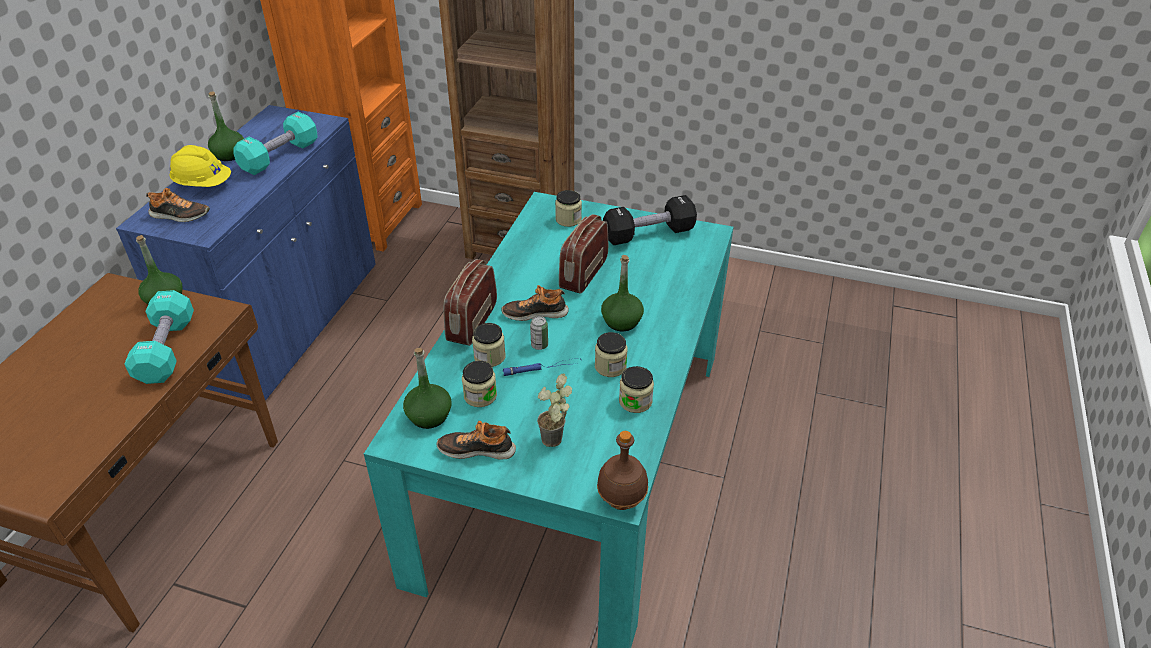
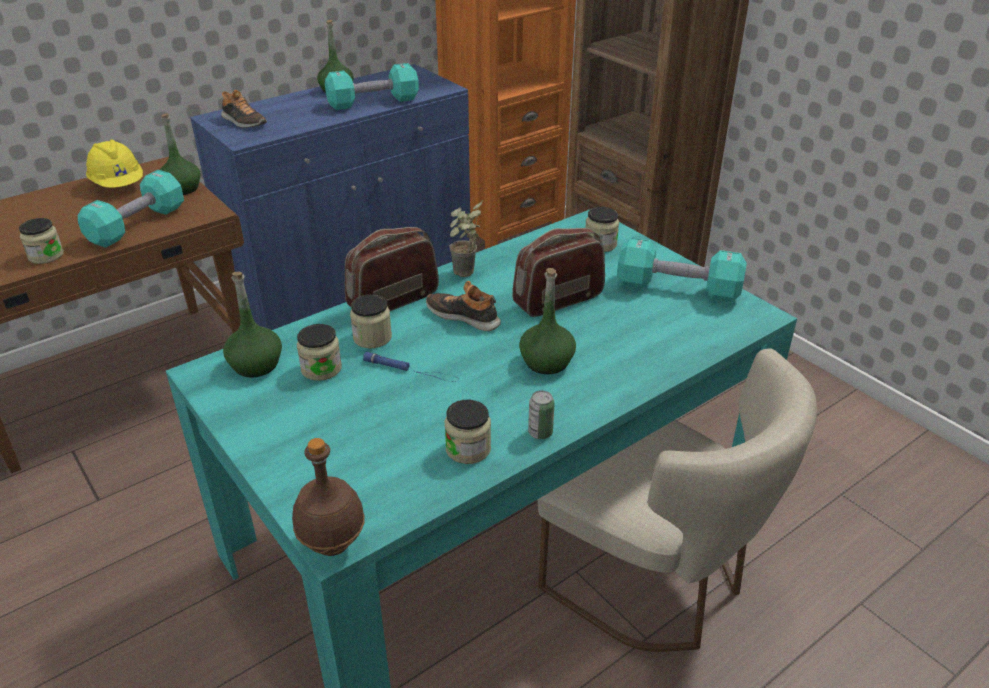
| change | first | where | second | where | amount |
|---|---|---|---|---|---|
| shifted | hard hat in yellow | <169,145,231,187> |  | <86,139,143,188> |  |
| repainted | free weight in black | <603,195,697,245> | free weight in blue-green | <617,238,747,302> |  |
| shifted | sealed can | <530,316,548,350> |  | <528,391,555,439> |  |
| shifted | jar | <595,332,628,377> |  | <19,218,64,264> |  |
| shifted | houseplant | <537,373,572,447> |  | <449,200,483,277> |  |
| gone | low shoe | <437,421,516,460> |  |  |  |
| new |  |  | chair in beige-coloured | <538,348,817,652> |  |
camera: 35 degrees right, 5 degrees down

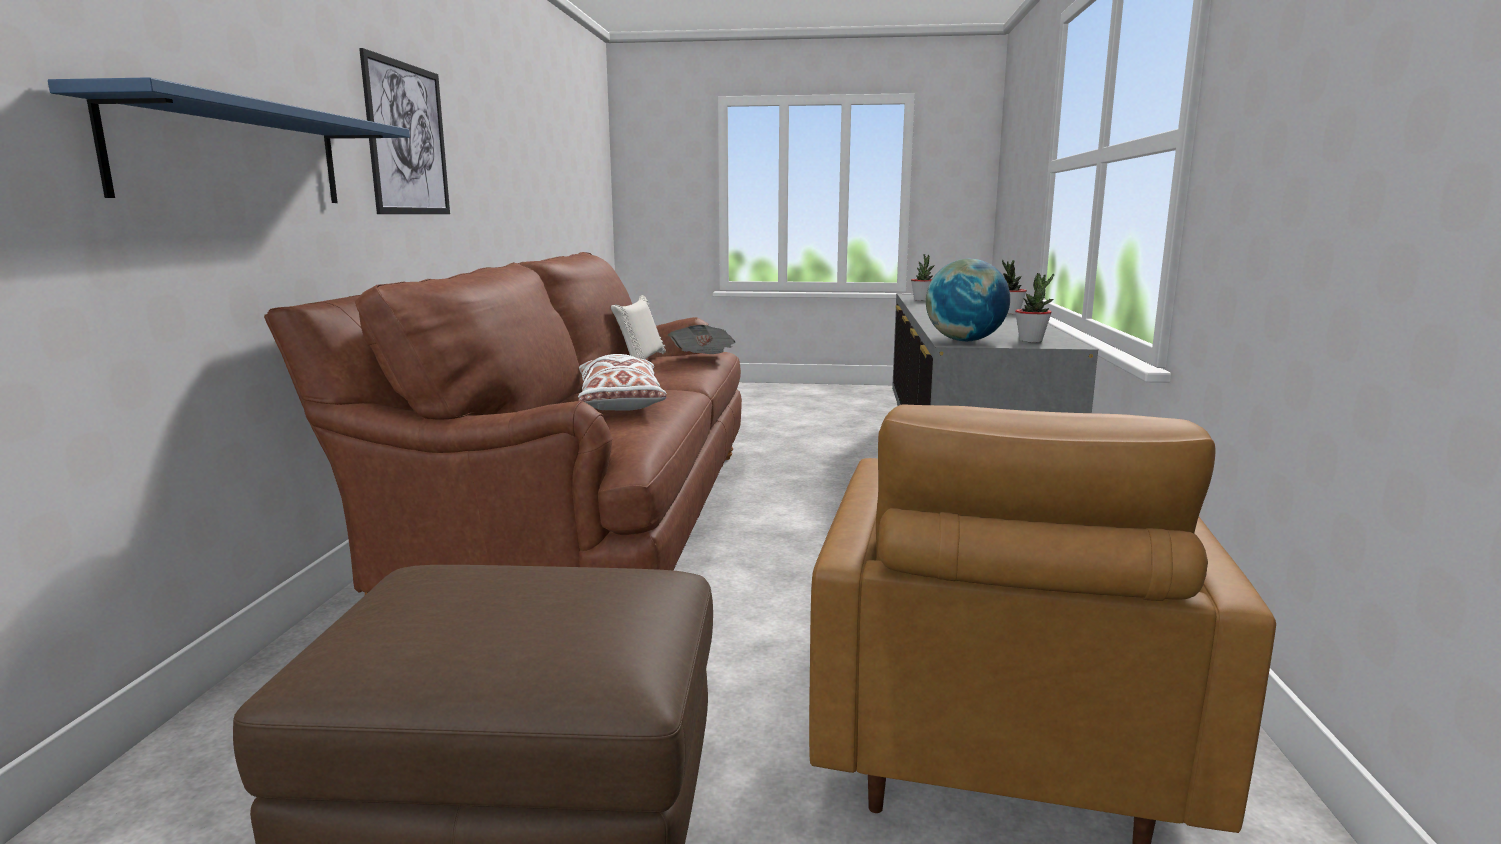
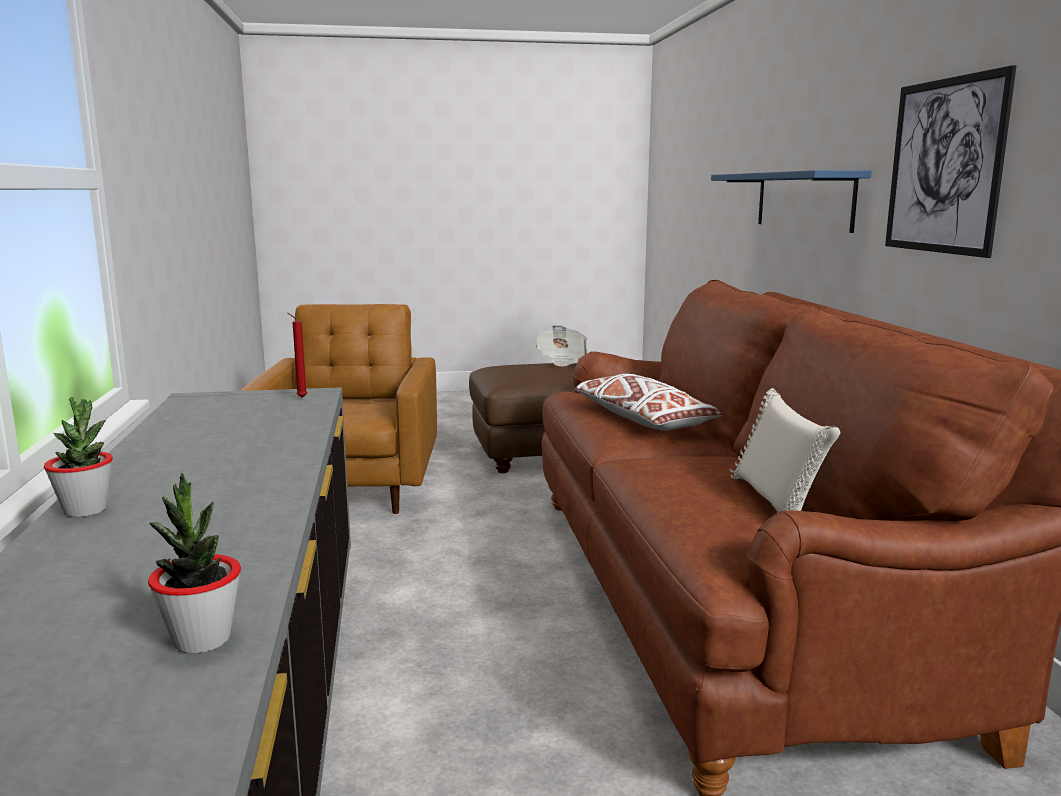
| change | first | where | second | where | amount |
|---|---|---|---|---|---|
| swapped | world globe | <926,259,1010,341> | wax candle in reddish | <287,313,307,398> |  |
| gone | houseplant | <1015,273,1054,342> |  |  |  |
| shifted | printed paper | <668,325,735,354> |  | <536,325,588,366> |  |
camera: 165 degrees right, 0 degrees up

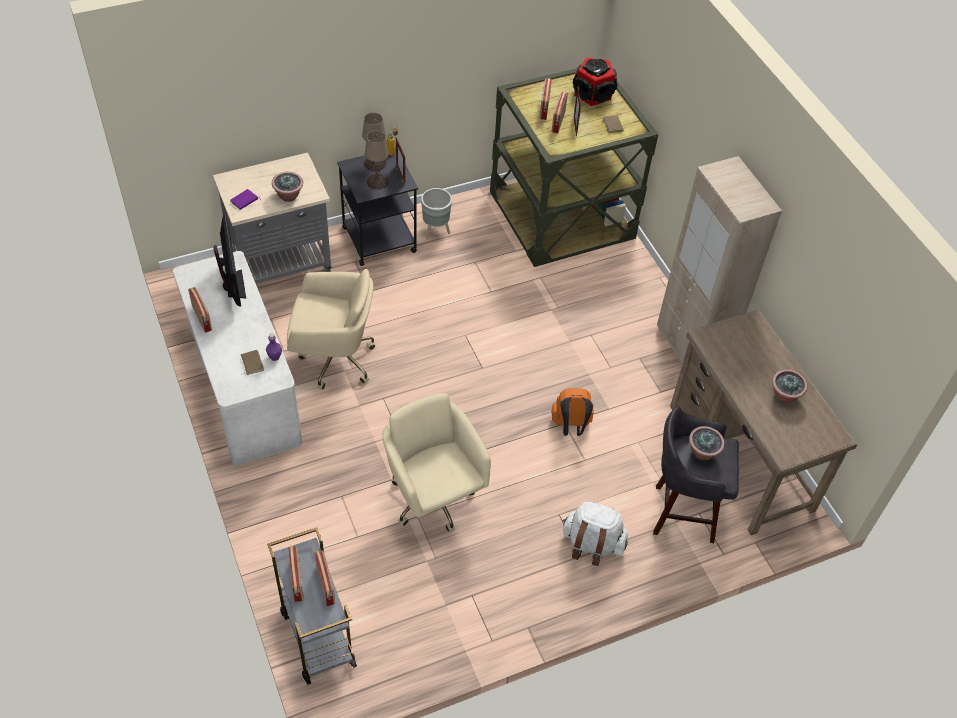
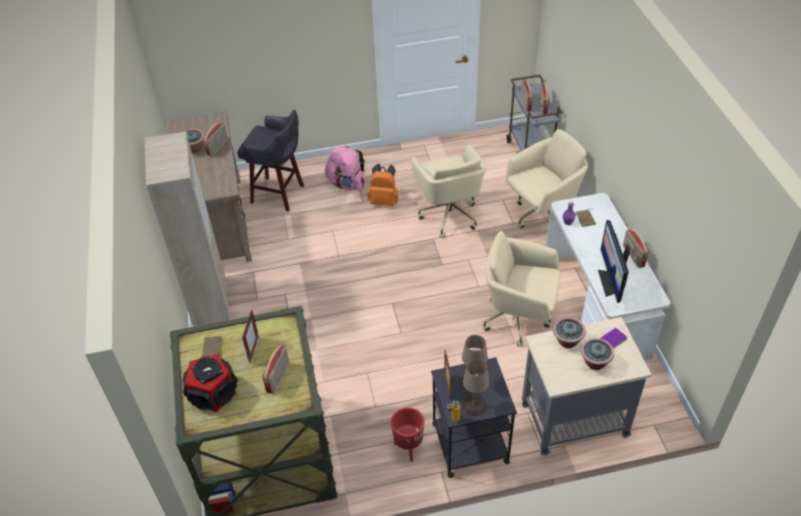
| change | first | where | second | where | amount |
|---|---|---|---|---|---|
| shifted | radio | <552,92,568,133> |  | <203,122,228,156> |  |
| repainted | flower pot in gray | <421,188,452,240> | flower pot in reddish | <391,407,425,462> |  |
| shifted | rucksack in orange-coloured | <551,388,594,436> |  | <367,164,399,206> |  |
| shifted | houseplant | <689,426,725,460> |  | <581,338,614,370> |  |
| repainted | rucksack in whitish | <563,502,628,566> | rucksack in pinkish | <325,146,365,190> |  |
| new |  |  | office chair in beige-coloured | <505,129,588,229> |  |
camera: 165 degrees left, 5 degrees down

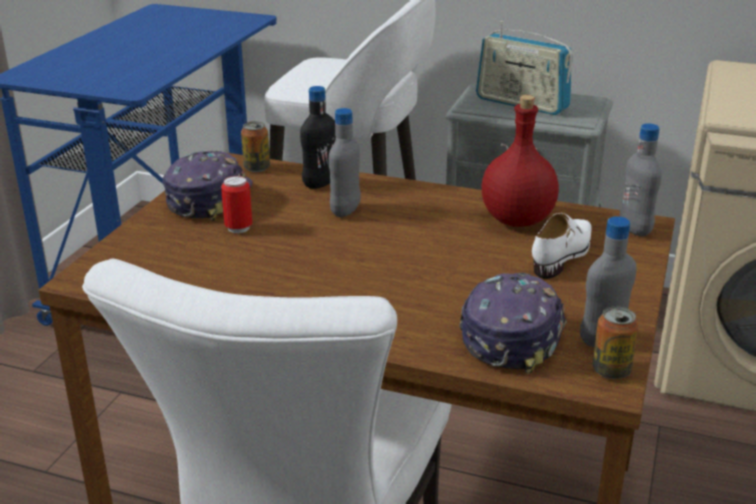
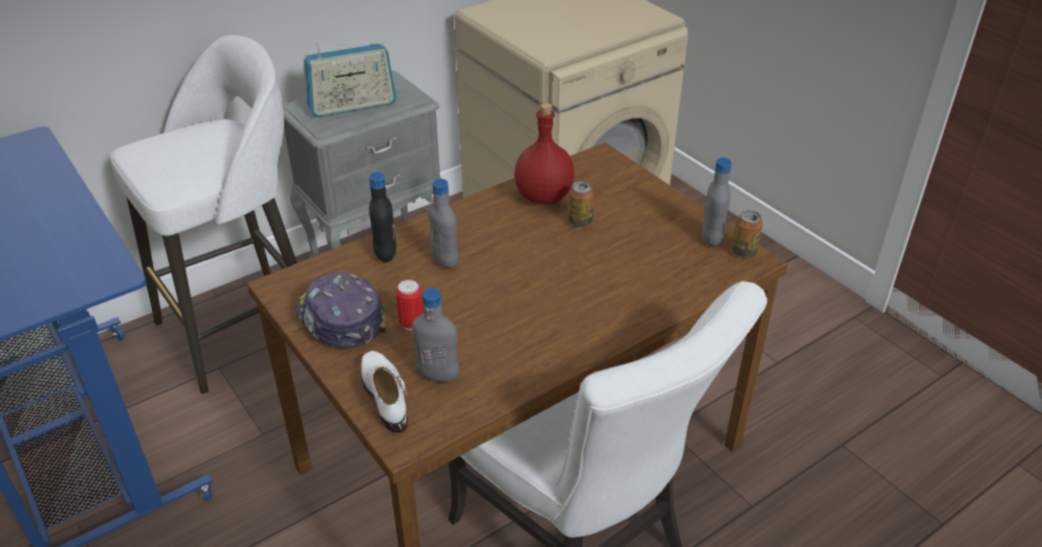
| change | first | where | second | where | amount |
|---|---|---|---|---|---|
| shifted | sealed can | <241,121,270,172> |  | <568,181,594,227> |  |
| shifted | drink bottle in gray | <620,123,662,236> |  | <412,288,459,382> |  |
| shifted | low shoe in whitish | <532,213,592,279> |  | <361,351,408,433> |  |
| gone | cap | <459,273,567,374> |  |  |  |
camera: 55 degrees left, 10 degrees up

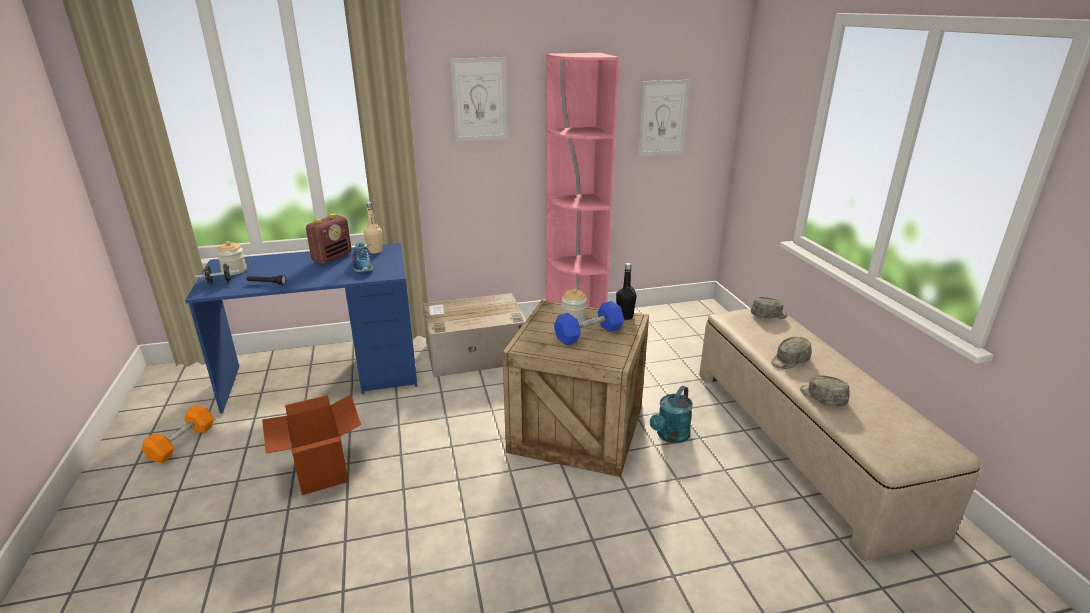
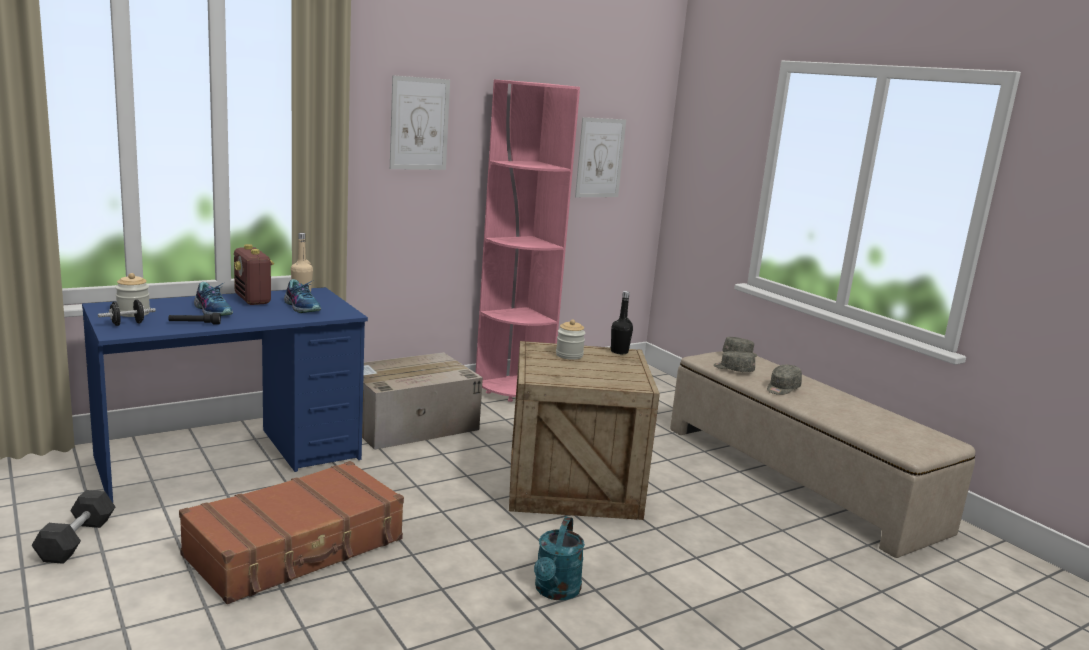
| change | first | where | second | where | amount |
|---|---|---|---|---|---|
| rotated | radio | <306,214,352,264> |  | <234,244,274,305> | 135 degrees clockwise |
| gone | free weight in bluish | <554,301,624,345> |  |  |  |
| shifted | cap in gray | <800,375,849,407> |  | <714,351,755,372> |  |
| shifted | watering can in blue-green | <650,386,693,443> |  | <534,517,585,600> |  |
| swapped | packing box | <262,395,361,495> | suitcase in brown-coloured | <179,461,404,604> |  |
| repainted | free weight in orange-coloured | <142,405,214,463> | free weight in gray | <31,490,115,564> |  |
| new |  |  | low shoe | <194,282,233,316> |  |
camera: 20 degrees left, 10 degrees down

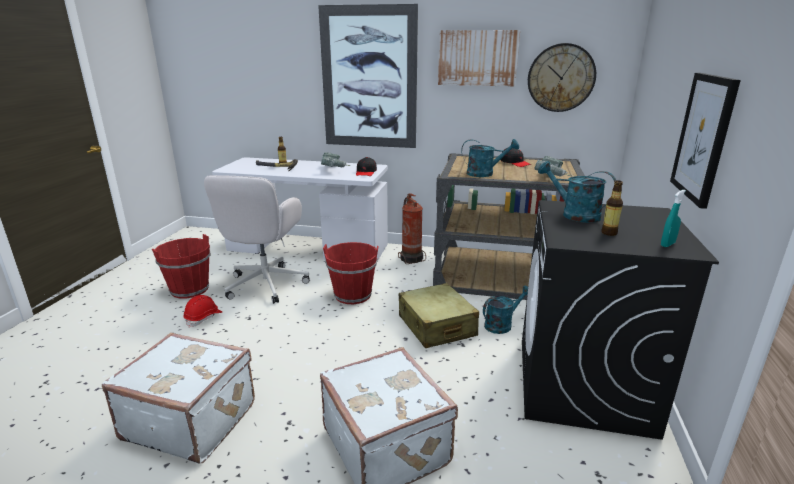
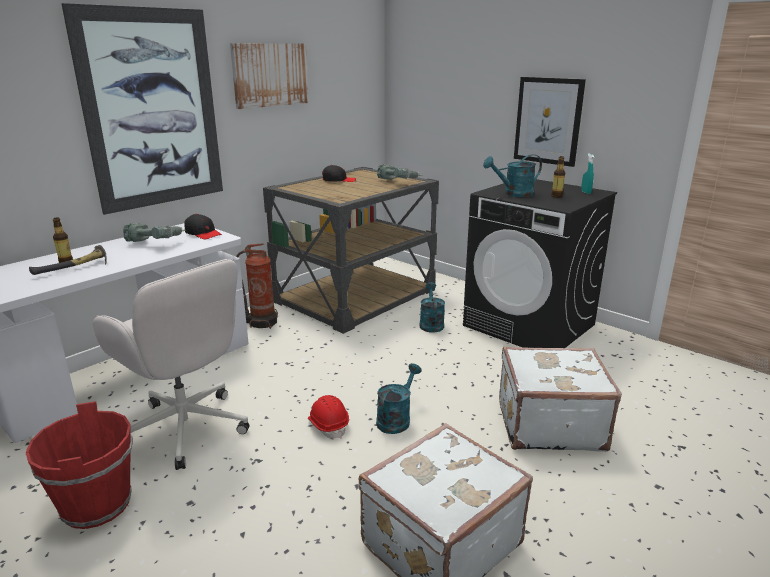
| change | first | where | second | where | amount |
|---|---|---|---|---|---|
| gone | wall clock | <528,43,596,112> |  |  |  |
| shifted | watering can in blue-green | <461,139,519,177> |  | <376,363,422,434> |  |
| gone | water bucket in reddish | <323,242,379,304> |  |  |  |
| gone | suitcase in beige-coloured | <399,283,479,348> |  |  |  |
| shifted | hard hat in reddish | <183,295,222,328> |  | <308,395,349,439> |  |
camera: 60 degrees left, 0 degrees up

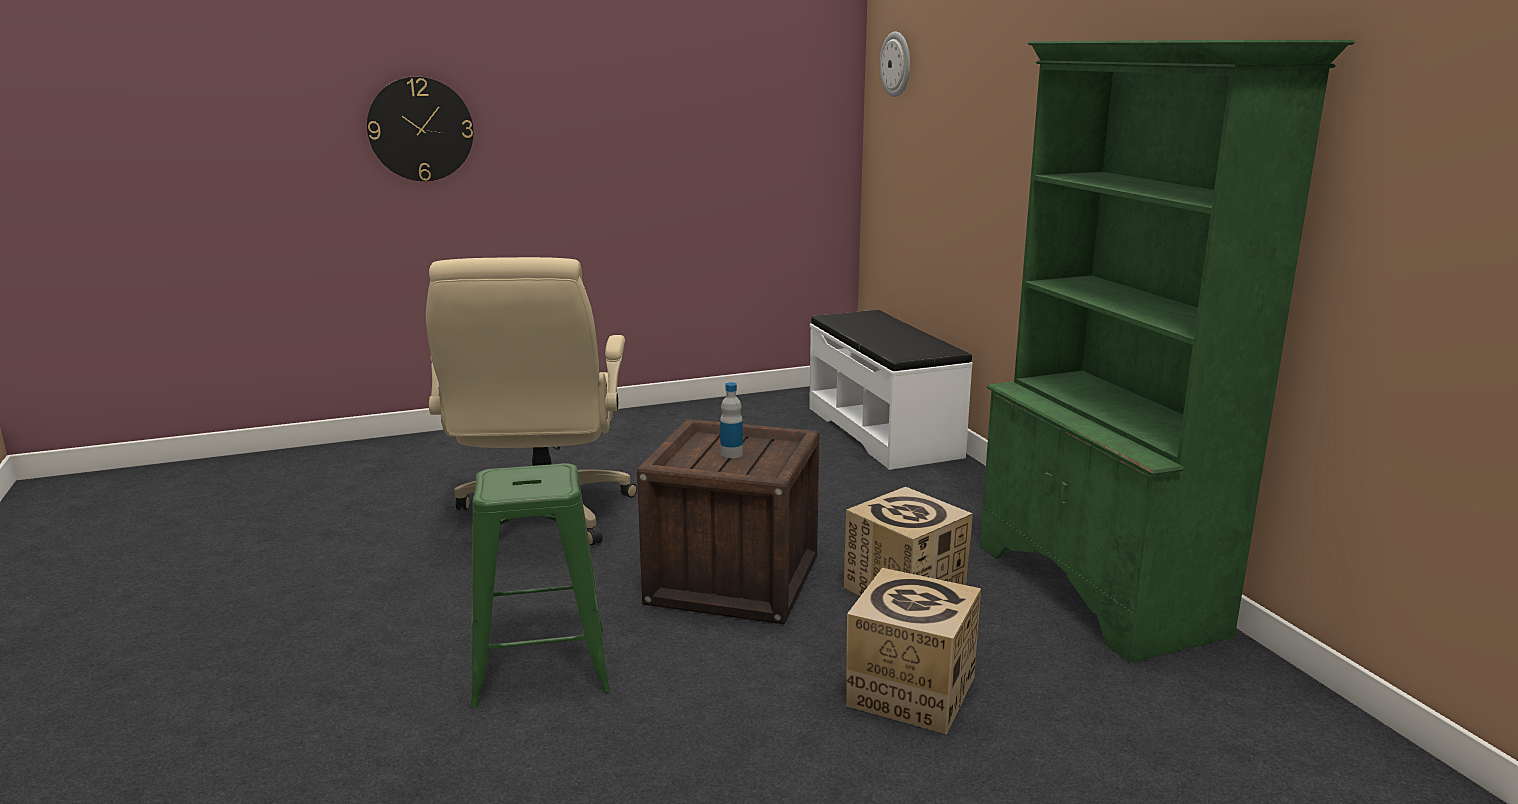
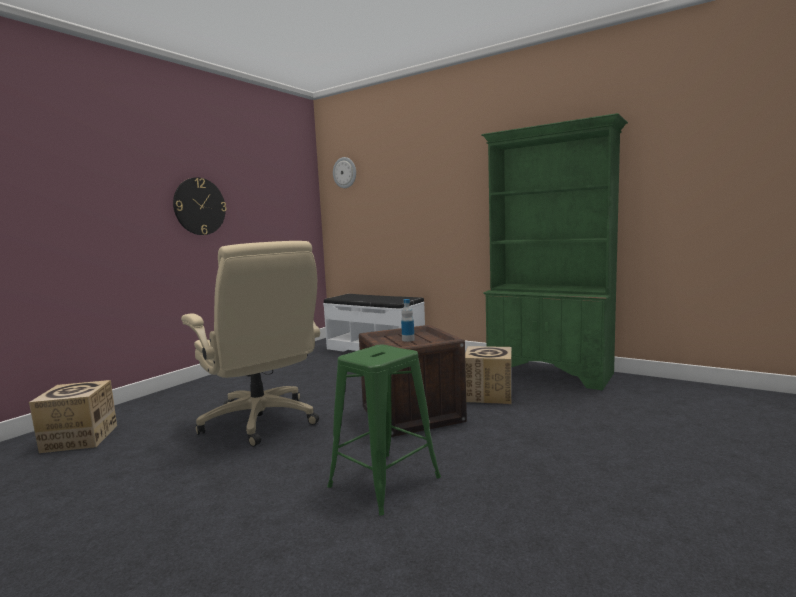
| change | first | where | second | where | amount |
|---|---|---|---|---|---|
| shifted | wall clock | <367,77,473,181> |  | <173,177,226,235> |  |
| shifted | packing box | <846,568,981,734> |  | <29,380,117,453> |  |
camera: 35 degrees left, 10 degrees down

